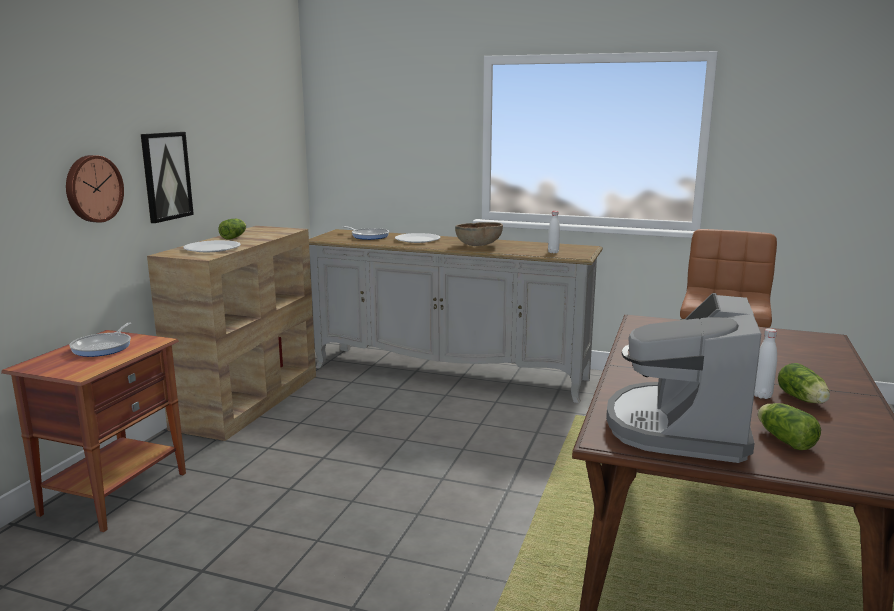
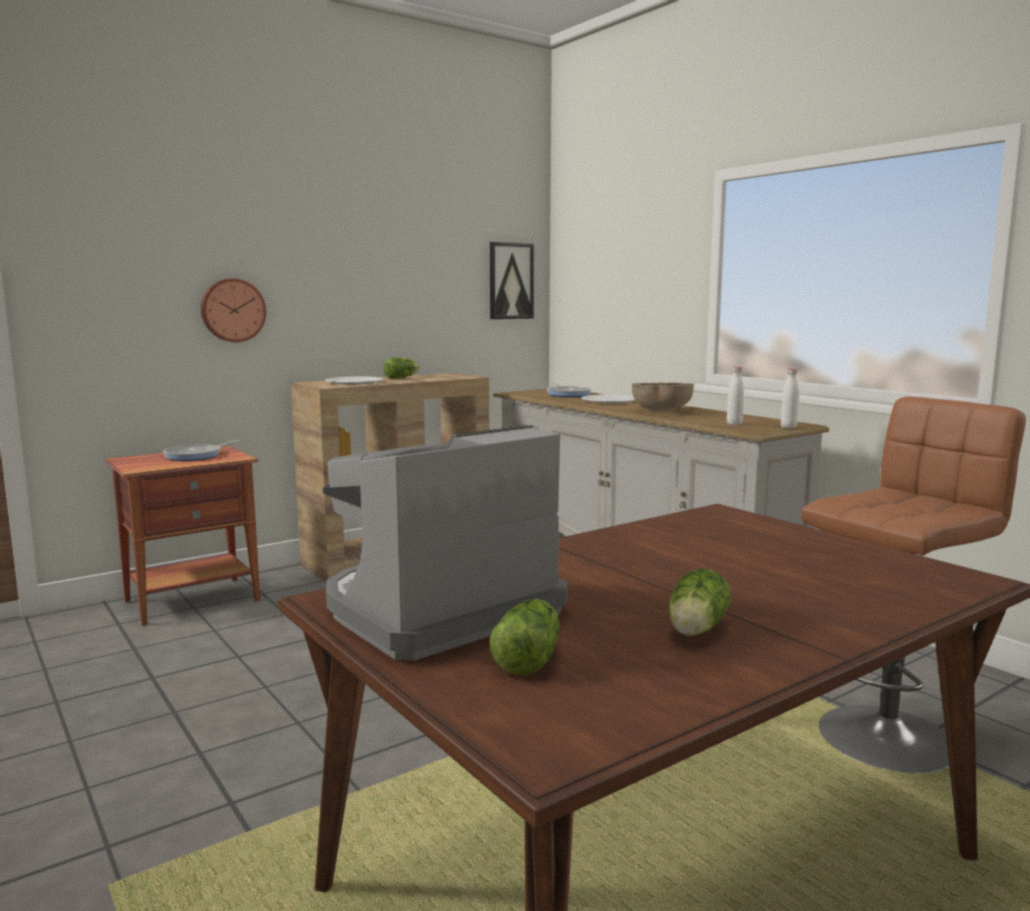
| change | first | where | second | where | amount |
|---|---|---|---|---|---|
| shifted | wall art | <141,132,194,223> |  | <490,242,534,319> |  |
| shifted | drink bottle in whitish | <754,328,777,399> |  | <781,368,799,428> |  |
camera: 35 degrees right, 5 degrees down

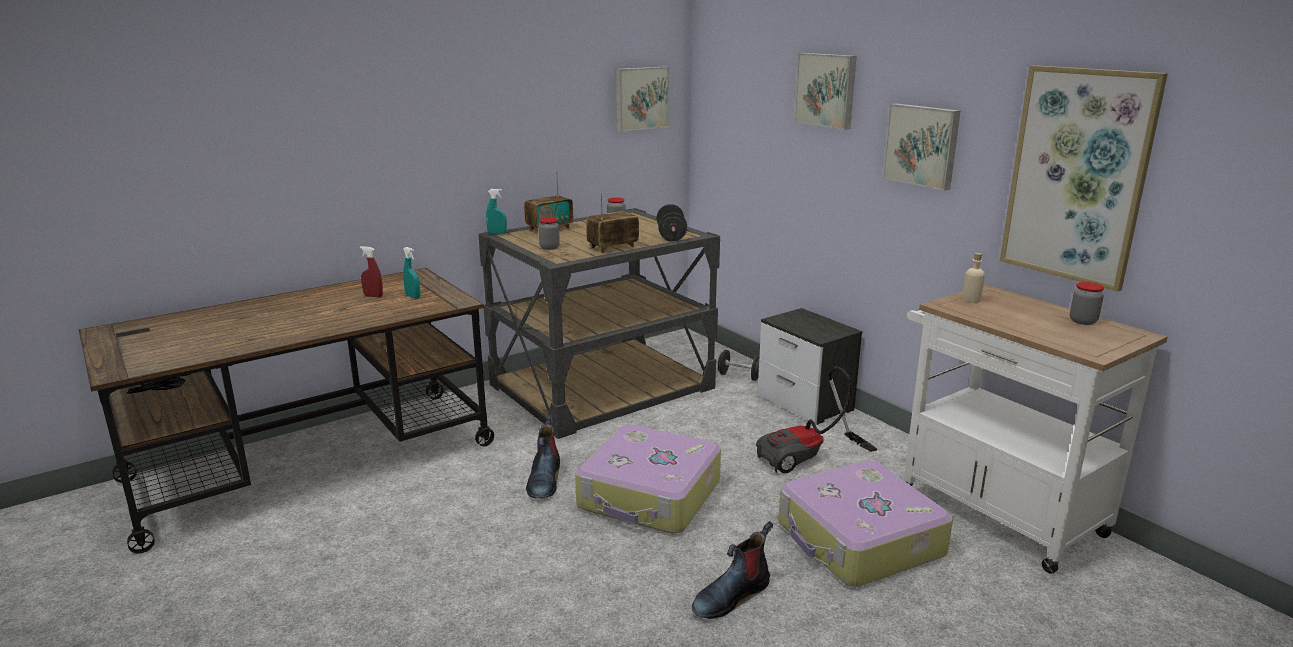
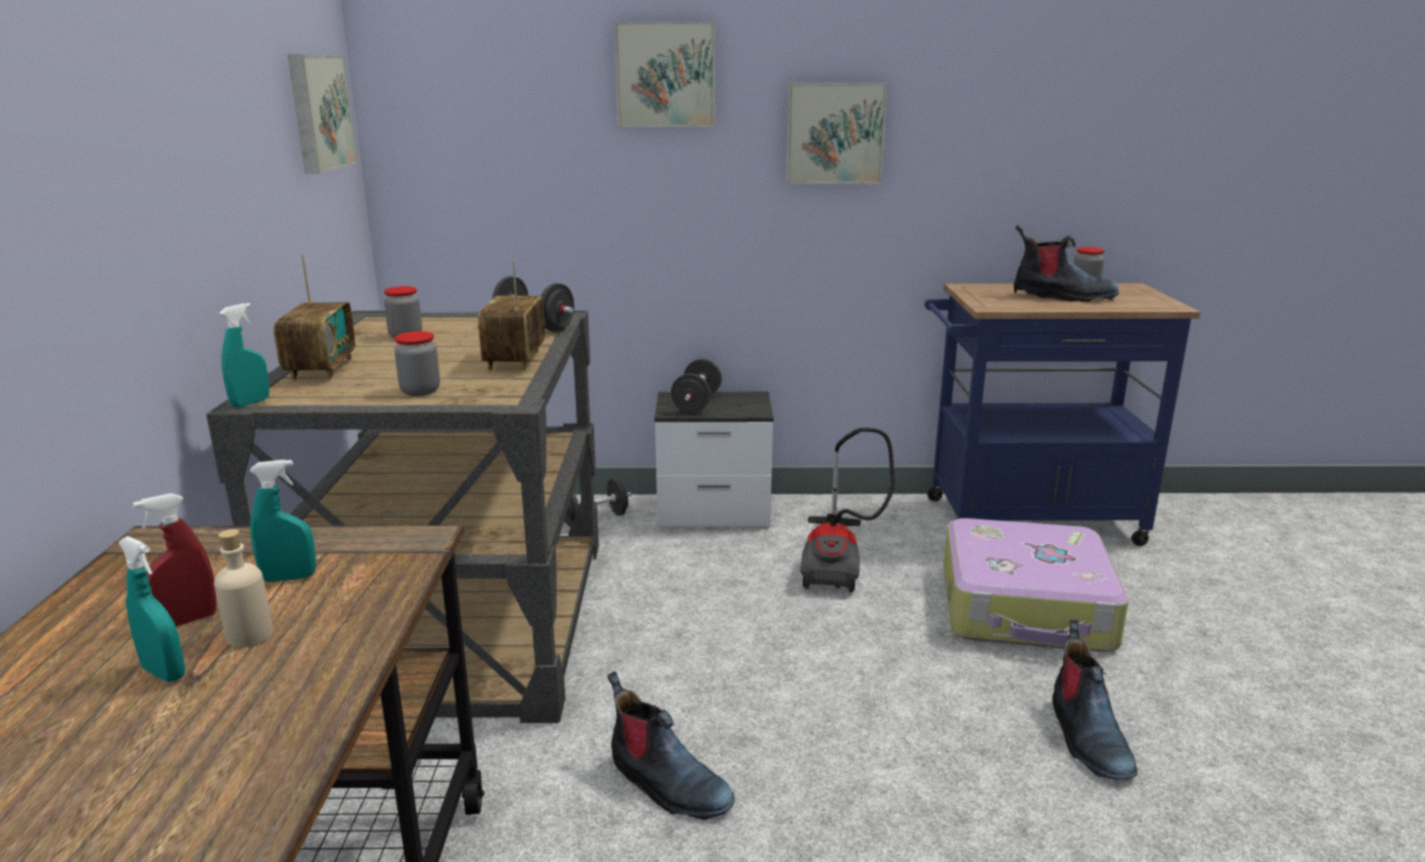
| change | first | where | second | where | amount |
|---|---|---|---|---|---|
| gone | wall art | <1000,65,1168,292> |  |  |  |
| shifted | drink bottle in beige-coloured | <962,253,985,303> |  | <214,529,273,648> |  |
| repainted | cart in whitish | <904,284,1168,574> | cart in bluish | <924,283,1200,546> |  |
| gone | suitcase | <575,424,721,534> |  |  |  |
| new |  |  | tall boot | <1014,225,1119,302> |  |
| new |  |  | free weight in black | <671,359,722,413> |  |
| new |  |  | sprayer in blue-green | <118,536,185,682> |  |
camera: 55 degrees left, 0 degrees up

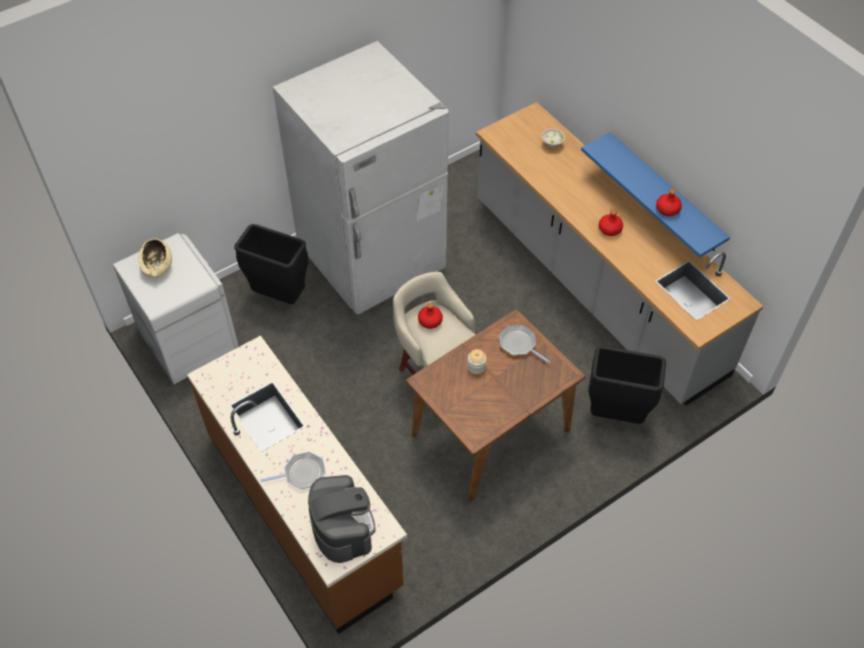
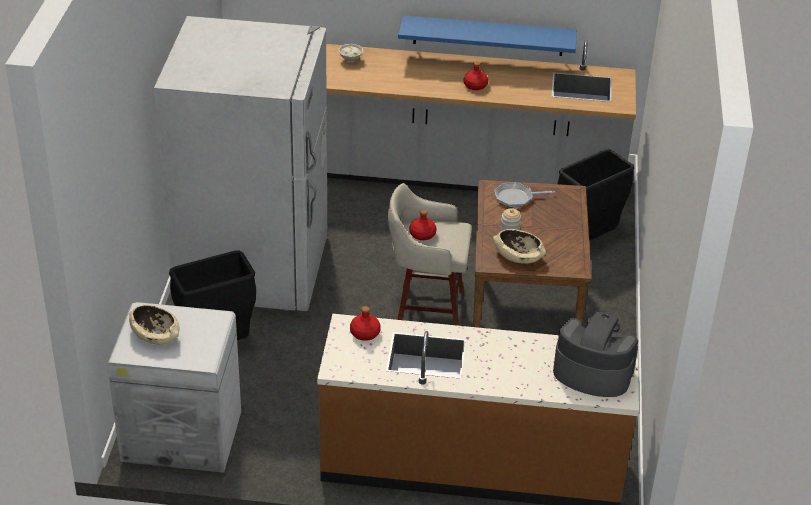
| change | first | where | second | where | amount |
|---|---|---|---|---|---|
| shifted | drink bottle in reddish | <656,189,682,216> |  | <350,306,381,341> |  |
| gone | skillet | <261,452,326,489> |  |  |  |
| new |  |  | serving bowl in beige-coloured | <493,229,546,264> |  |
camera: 50 degrees left, 15 degrees down

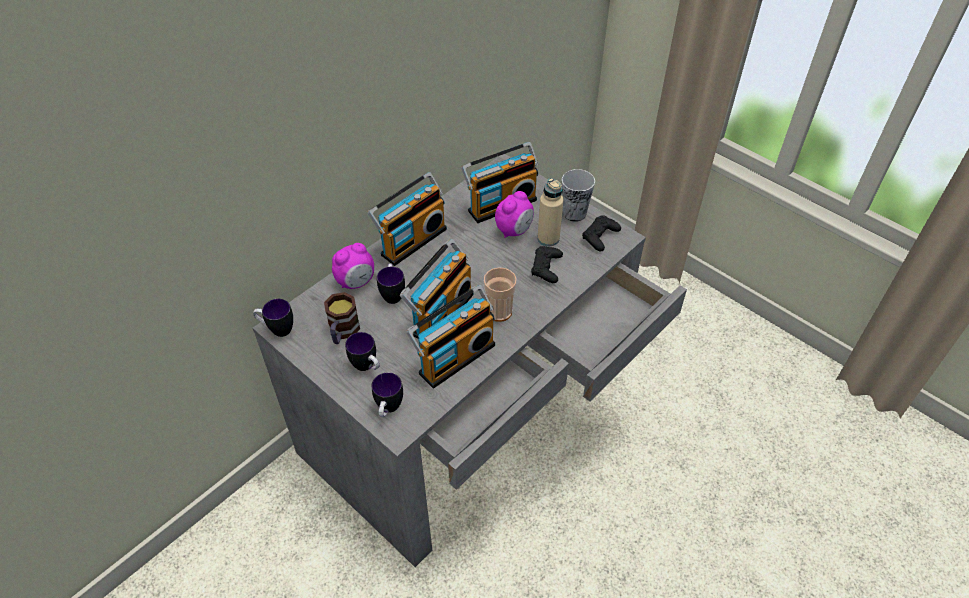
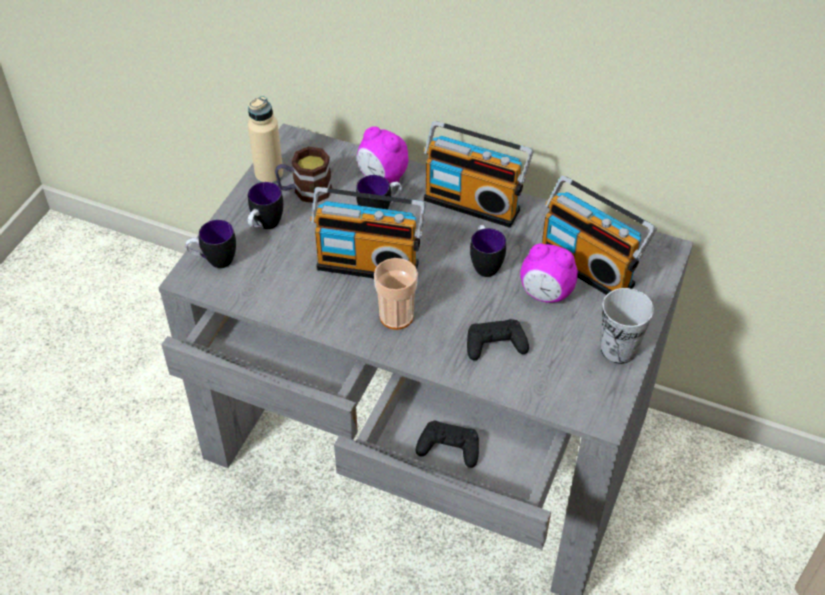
| change | first | where | second | where | amount |
|---|---|---|---|---|---|
| shifted | drink bottle in beige-coloured | <537,178,564,246> |  | <248,96,284,184> |  |
| shifted | game controller in black | <582,215,621,252> |  | <416,421,479,468> |  |
| gone | radio | <406,285,495,388> |  |  |  |
| shifted | tea mug | <253,299,293,337> |  | <470,225,506,277> |  |
camera: 70 degrees right, 0 degrees up

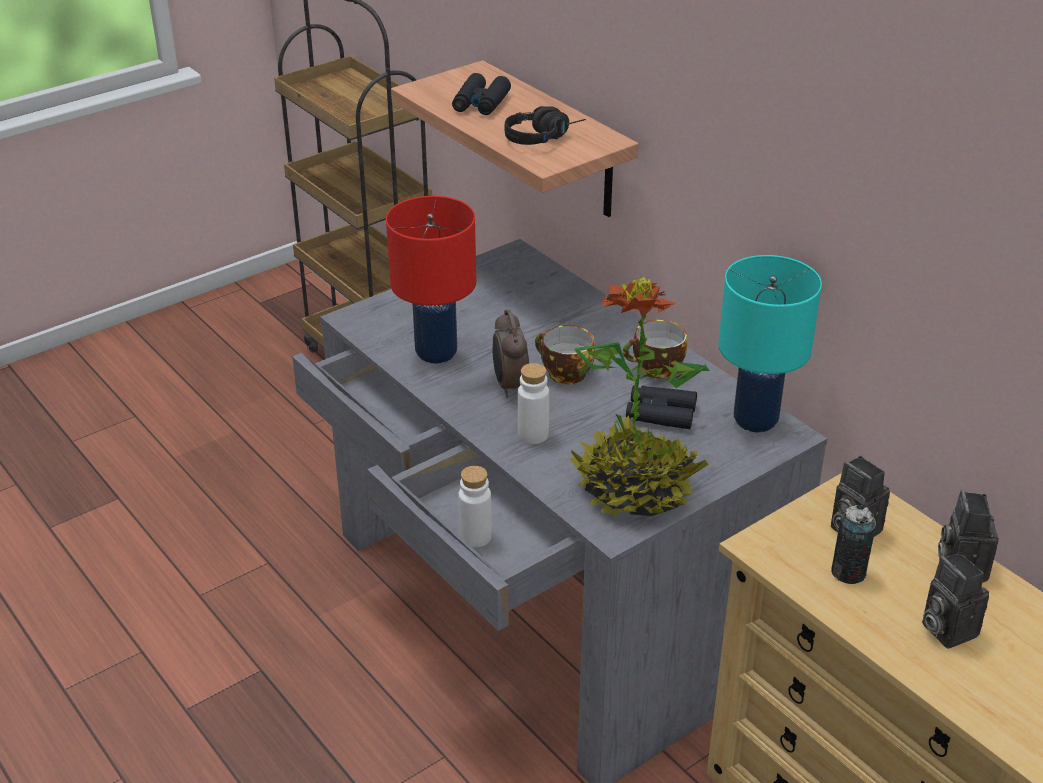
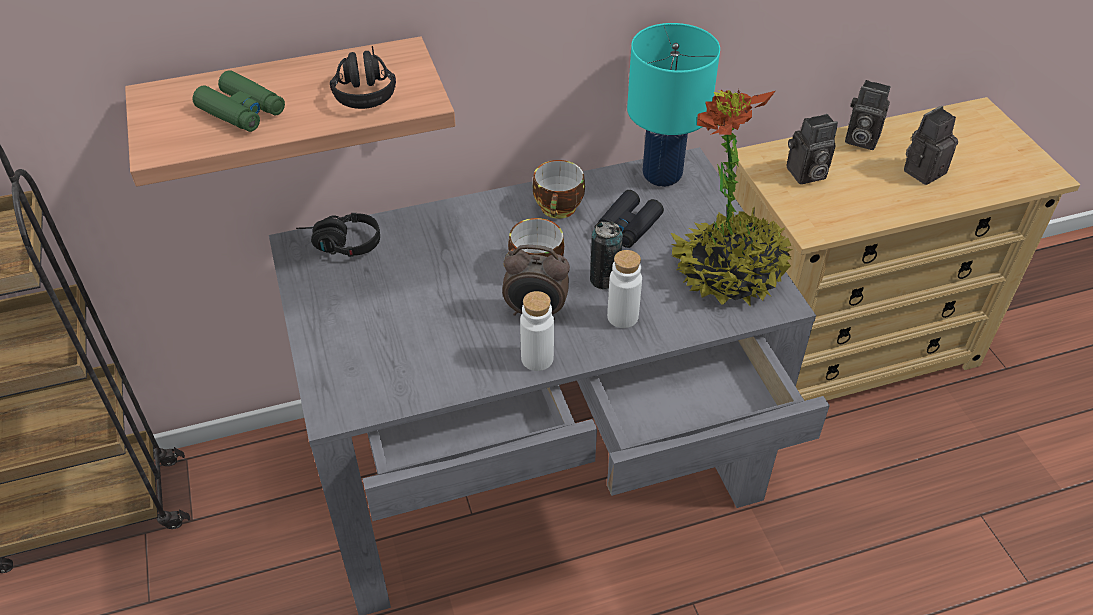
| change | first | where | second | where | amount |
|---|---|---|---|---|---|
| repainted | binoculars in black | <452,73,511,115> | binoculars in green-coloured | <192,70,285,132> |  |
| gone | tabletop lamp in reddish | <386,196,476,364> |  |  |  |
| shifted | drink bottle in whitish | <458,466,492,547> |  | <520,291,554,371> |  |
| shifted | sealed can | <831,505,876,584> |  | <590,221,623,290> |  |
| rotated | photo camera | <922,552,989,648> |  | <904,106,958,185> | 150 degrees clockwise |
| new |  |  | headphones in black | <296,213,380,257> |  |
camera: 70 degrees left, 10 degrees up

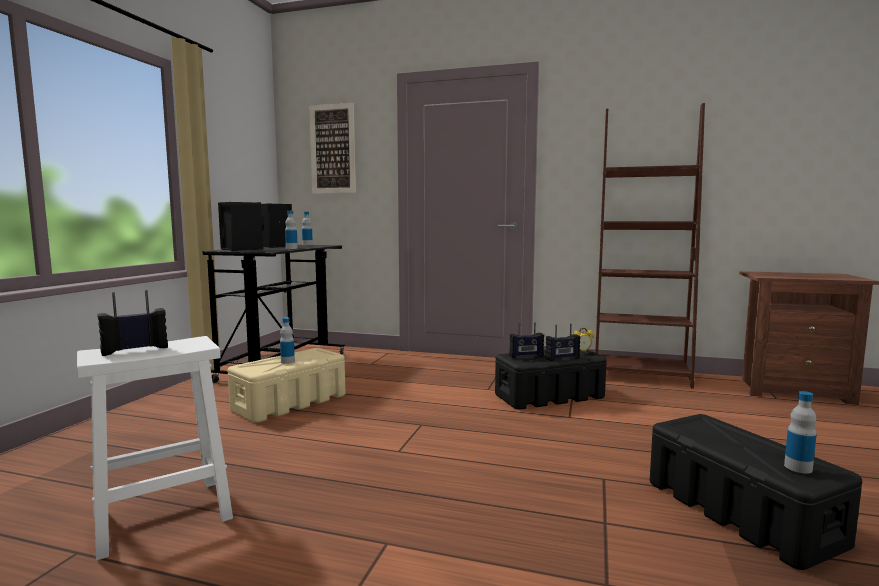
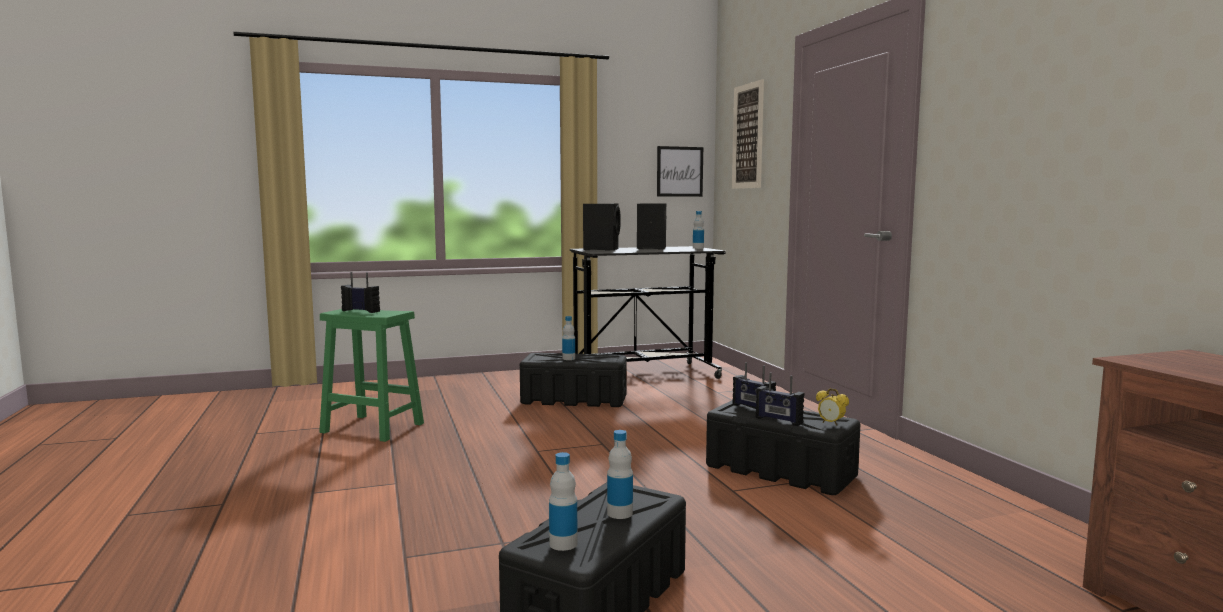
| change | first | where | second | where | amount |
|---|---|---|---|---|---|
| gone | bookshelf in brown-coloured | <595,103,705,389> |  |  |  |
| shifted | drink bottle | <285,211,298,249> |  | <607,430,633,519> |  |
| repainted | sitting stool in whitish | <77,336,233,561> | sitting stool in green-coloured | <319,309,424,442> |  |
| repainted | storage container in beige-coloured | <228,348,345,423> | storage container in black | <520,353,627,407> |  |
| new |  |  | wall art | <657,146,703,197> |  |
camera: 55 degrees right, 0 degrees up

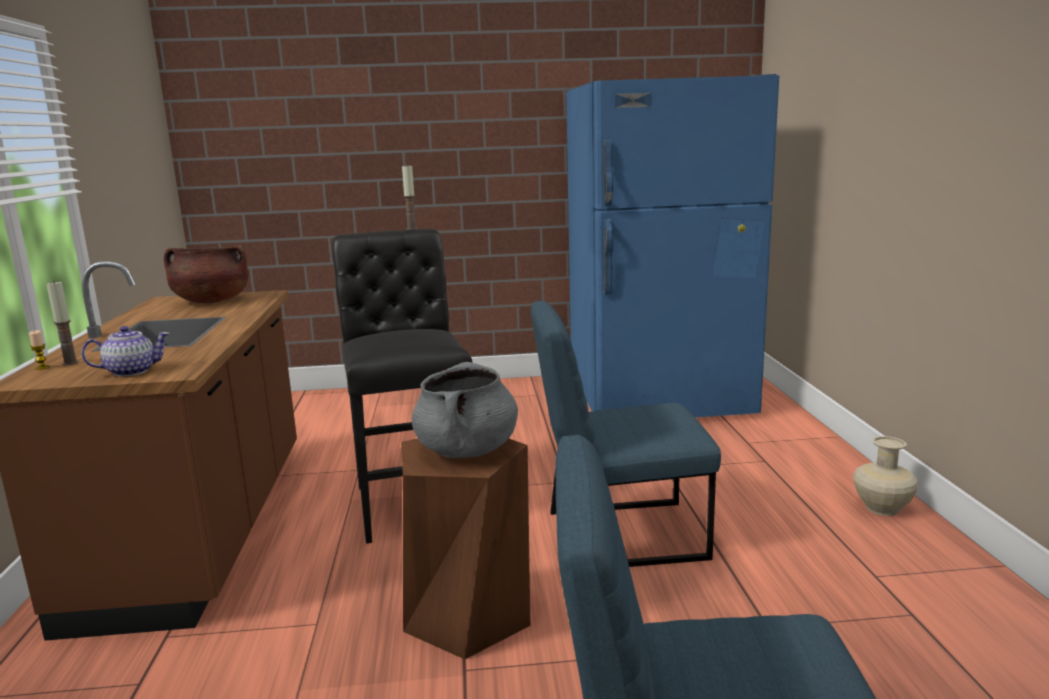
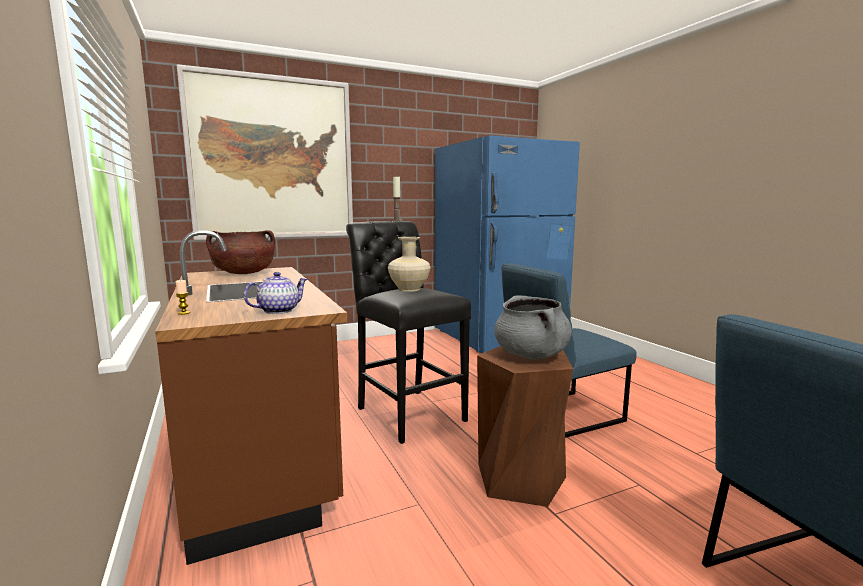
| change | first | where | second | where | amount |
|---|---|---|---|---|---|
| gone | wax candle | <46,281,79,365> |  |  |  |
| shifted | vase in beige-coloured | <853,436,919,516> |  | <388,237,431,292> |  |
| new |  |  | wall art | <177,64,353,240> |  |
camera: 20 degrees left, 5 degrees down

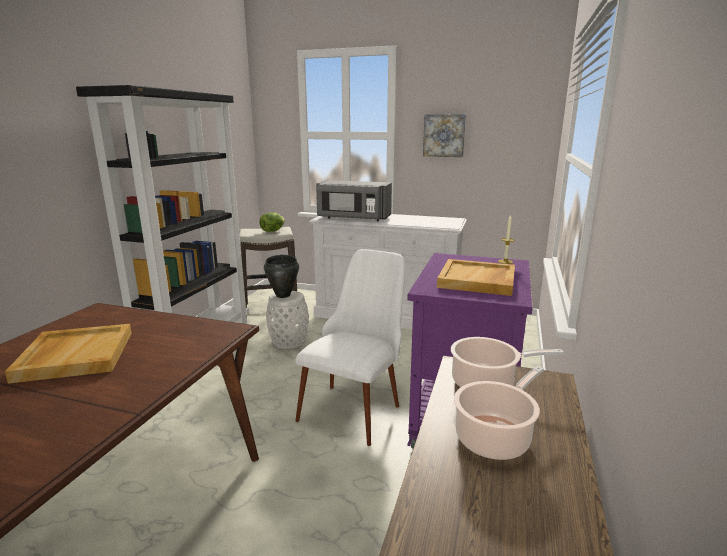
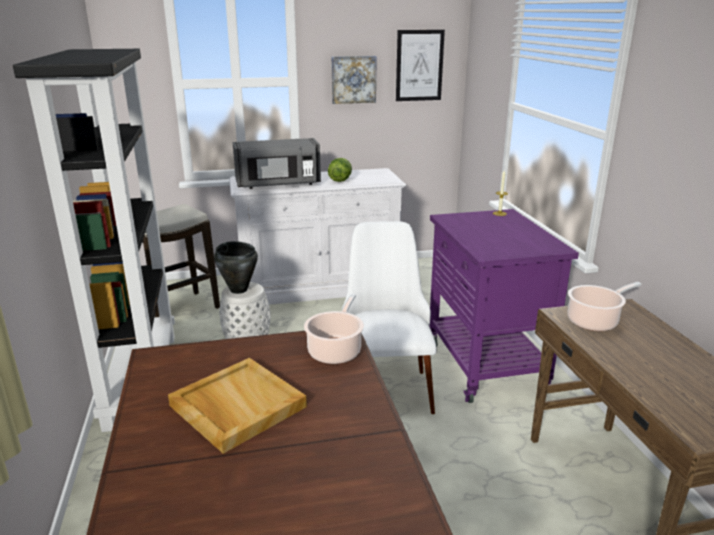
| change | first | where | second | where | amount |
|---|---|---|---|---|---|
| shifted | lettuce head | <259,212,285,232> |  | <328,158,352,182> |  |
| gone | carrying tray in beige-coloured | <437,259,515,296> |  |  |  |
| shifted | saucepot | <454,366,544,460> |  | <304,294,364,364> |  |
| new |  |  | wall art | <396,30,445,101> |  |
camera: 30 degrees left, 5 degrees up

